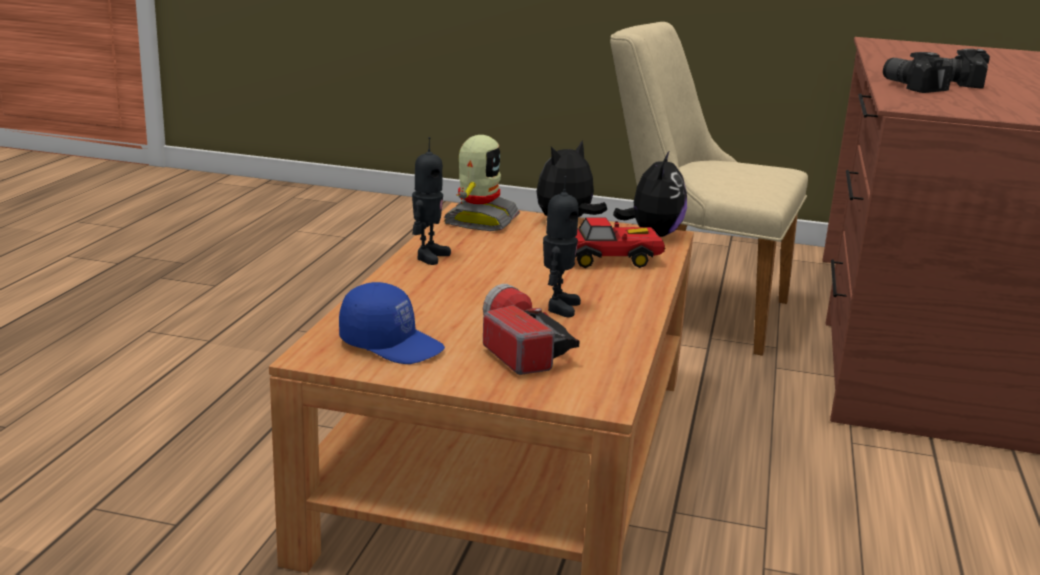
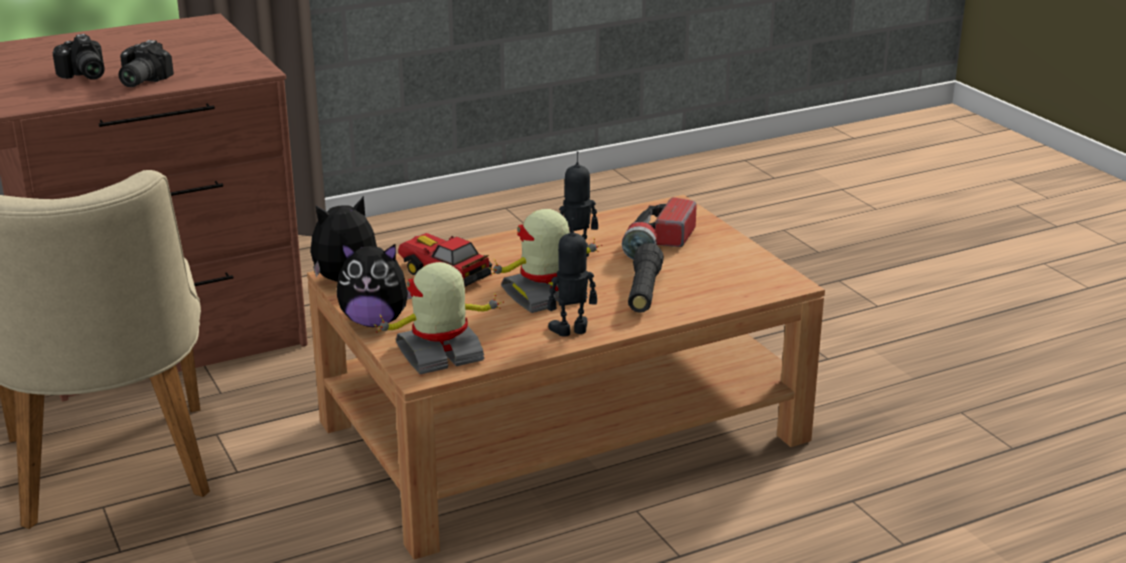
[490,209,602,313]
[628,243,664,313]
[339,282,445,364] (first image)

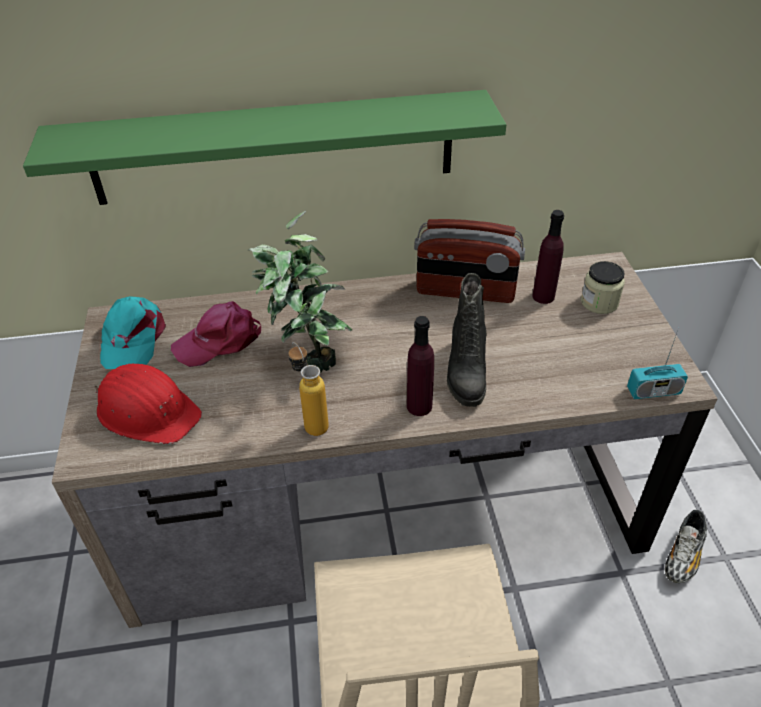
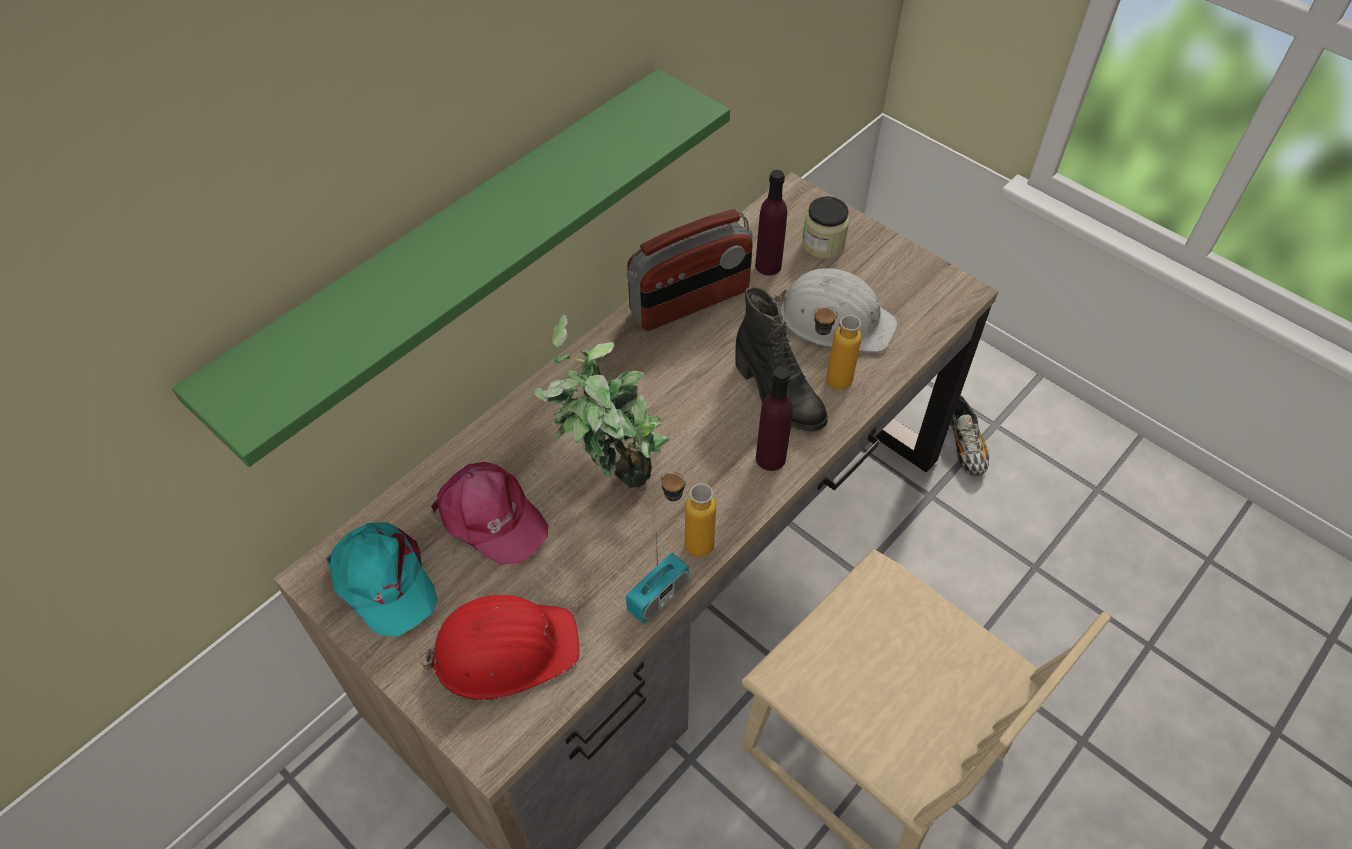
[431,462,548,565]
[626,530,689,624]
[775,268,898,353]
[813,306,862,390]

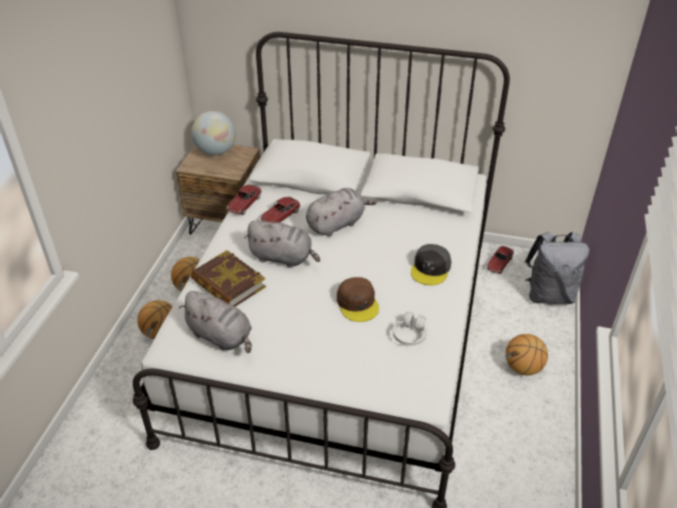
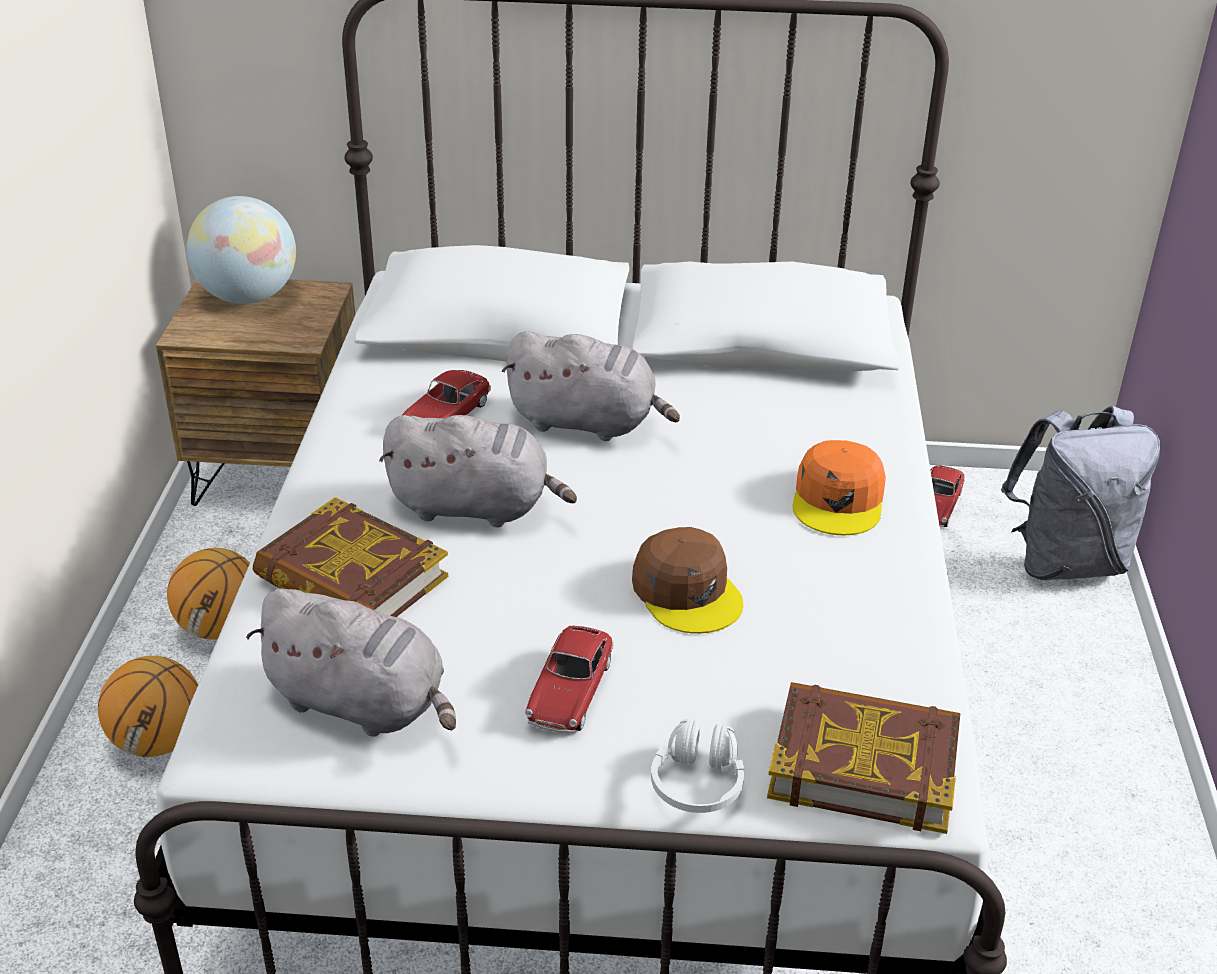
[502,331,680,441]
[525,626,614,733]
[651,719,744,813]
[767,682,960,834]
[793,440,886,535]
[505,334,548,376] (first image)

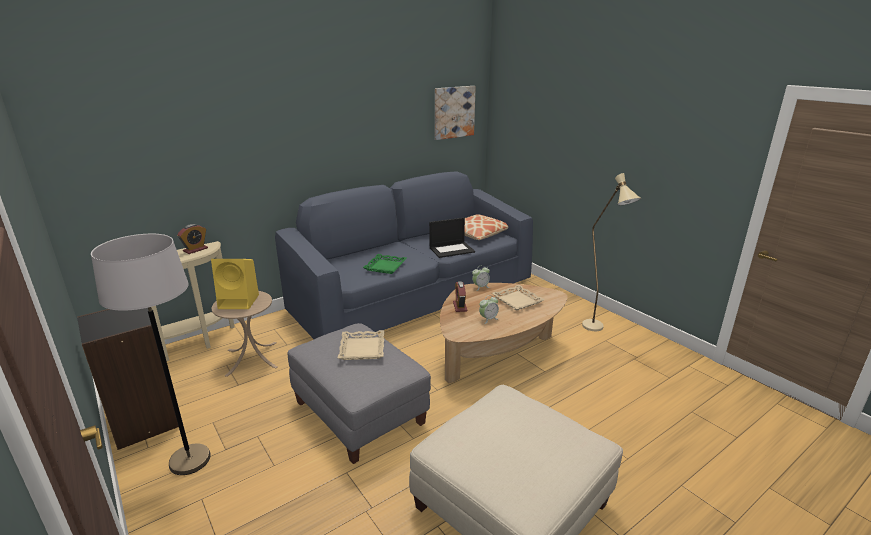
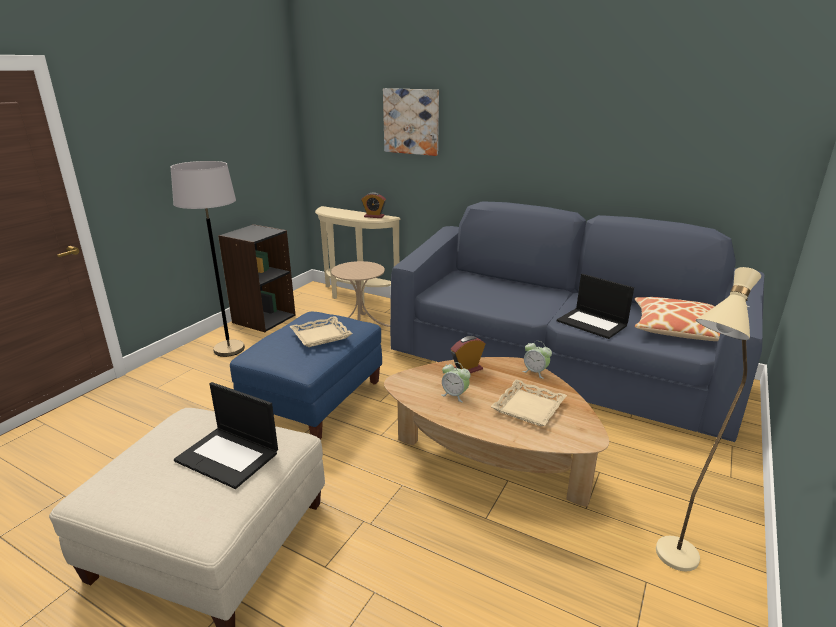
[174,382,278,489]
[230,312,382,439]
[383,88,439,156]
[211,259,259,309] (first image)
[363,254,407,274] (first image)

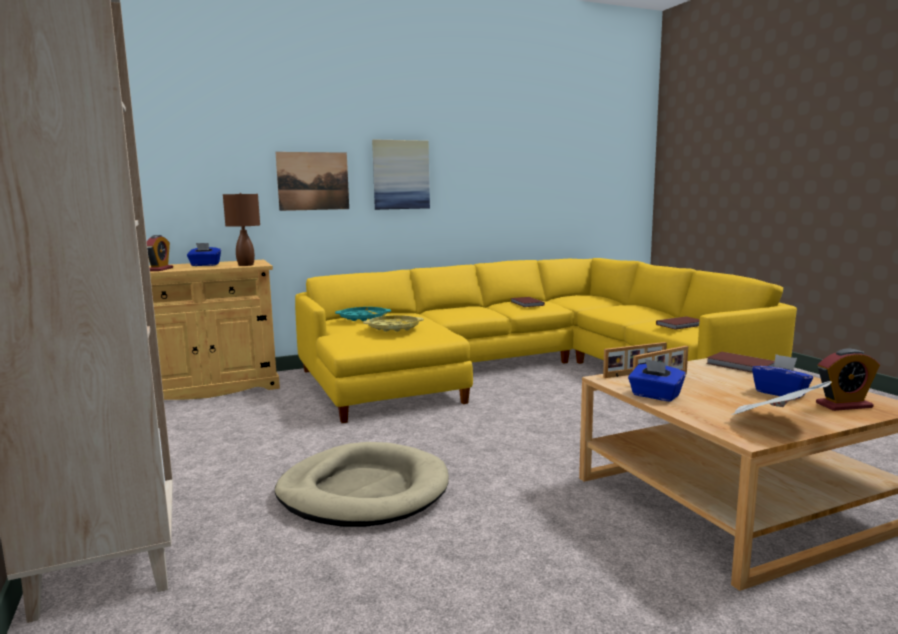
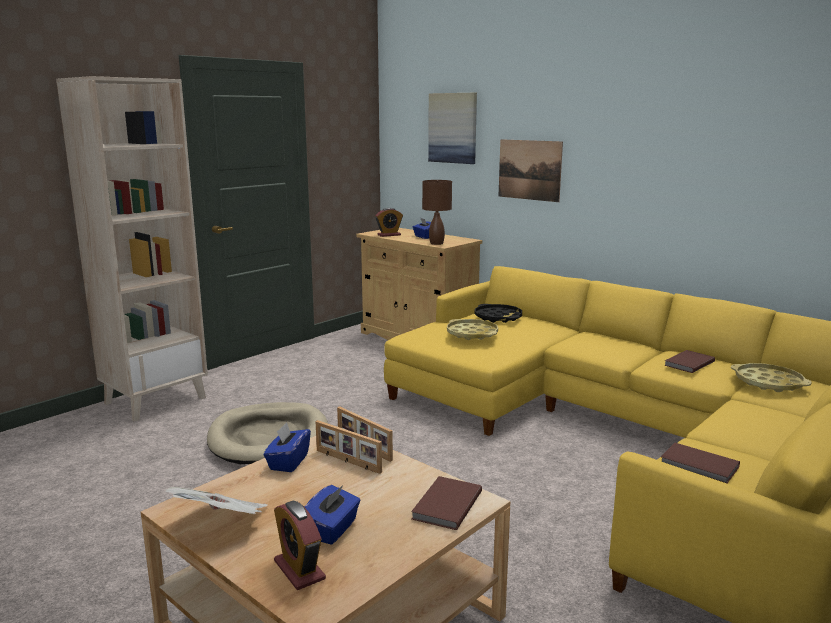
[428,93,477,164]
[474,304,522,323]
[731,363,812,392]

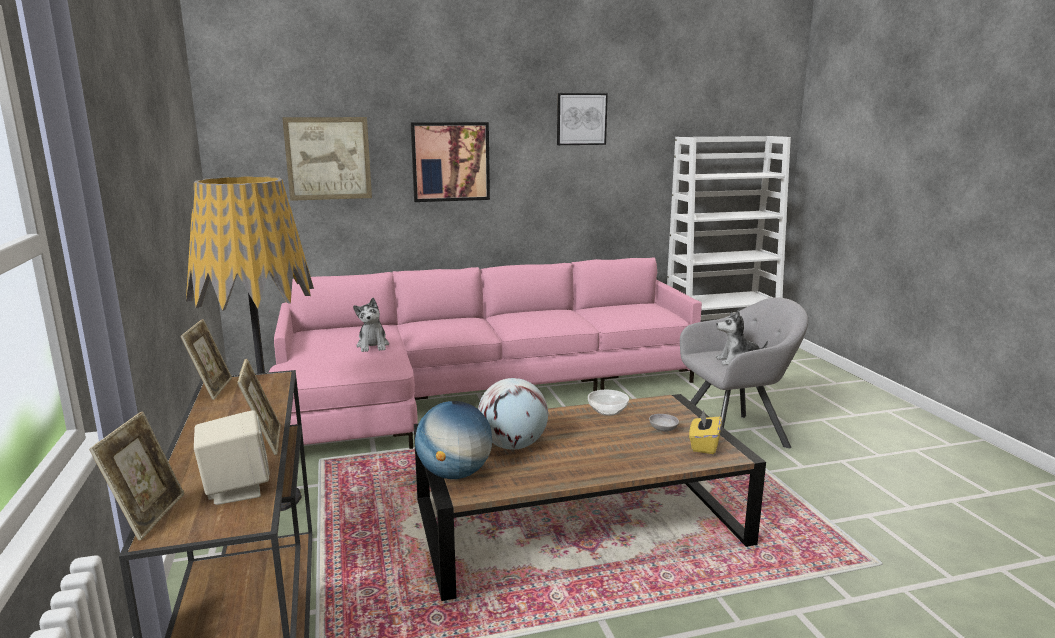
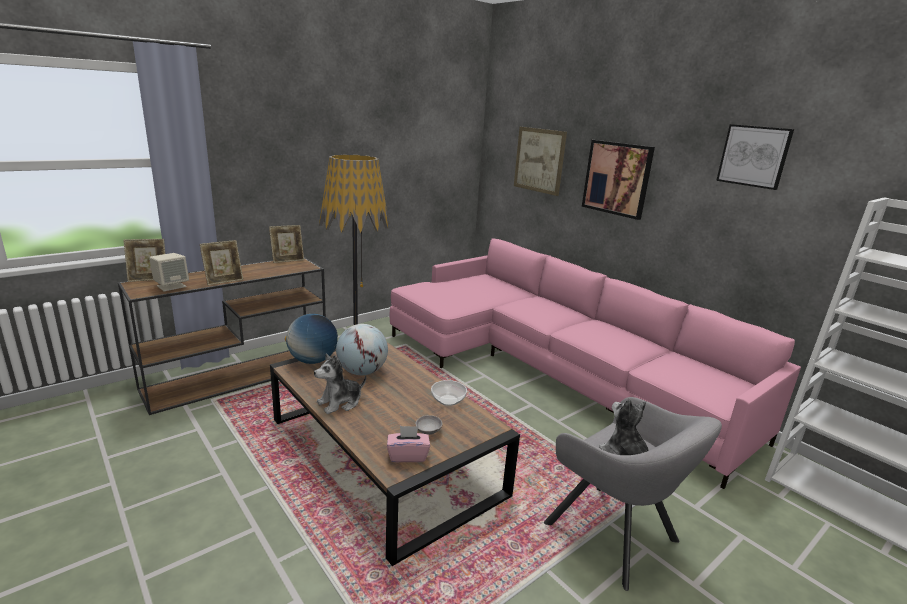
[314,354,366,414]
[387,426,430,462]

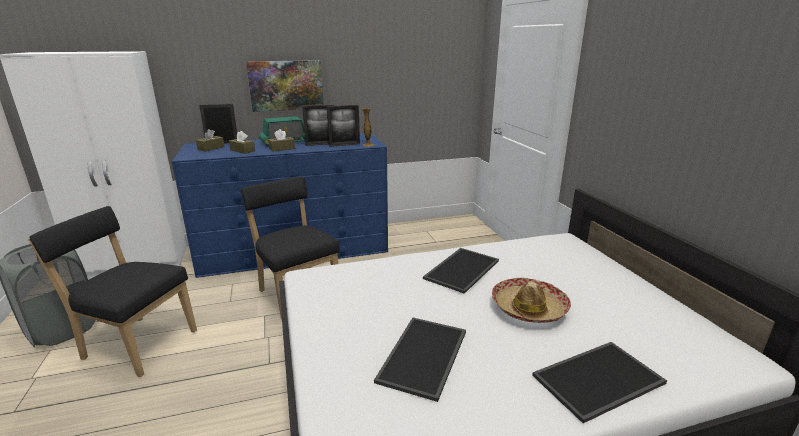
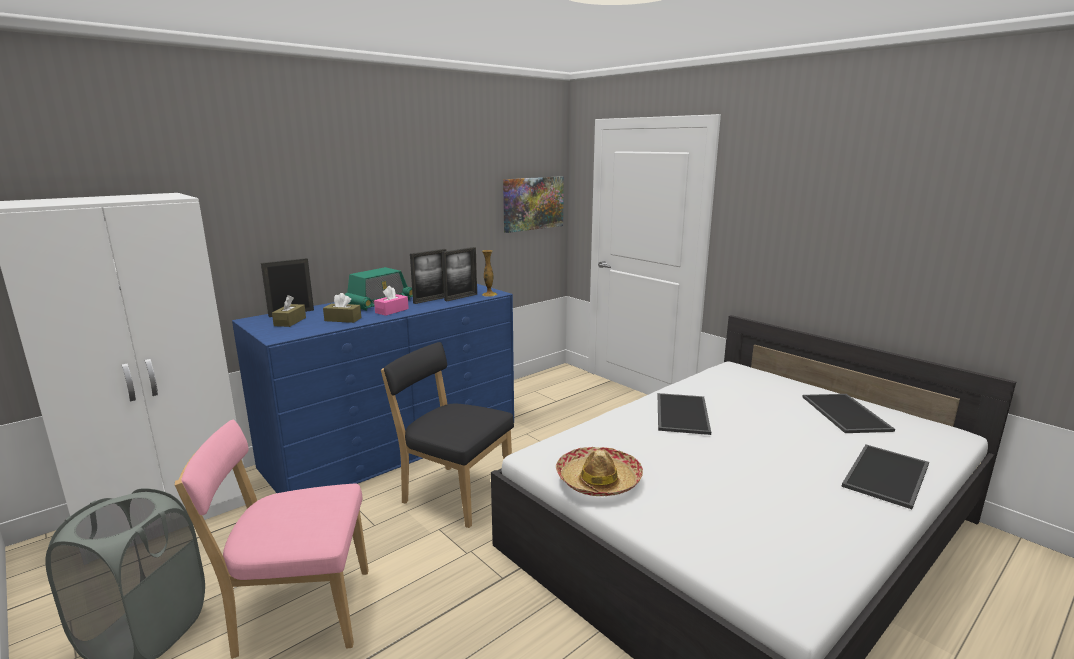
[175,420,369,659]
[374,286,409,316]
[503,176,564,233]
[556,447,643,496]
[803,394,895,433]

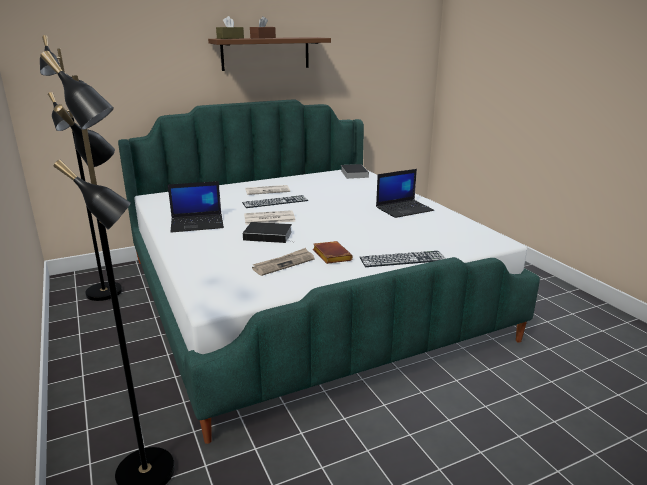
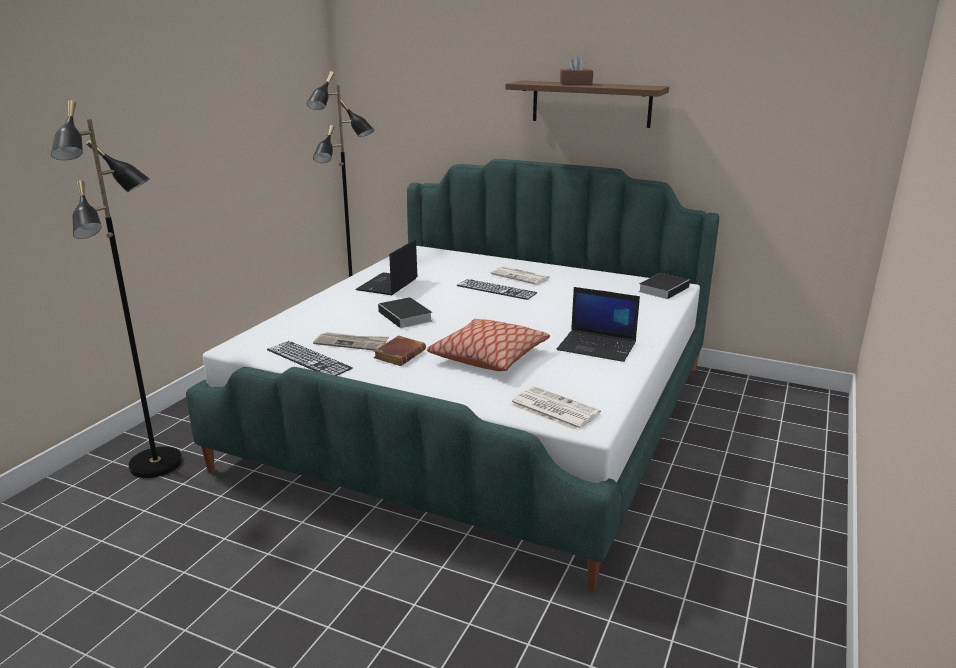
[267,341,353,376]
[355,239,418,295]
[427,319,550,371]
[510,386,601,431]
[216,16,244,39] (first image)

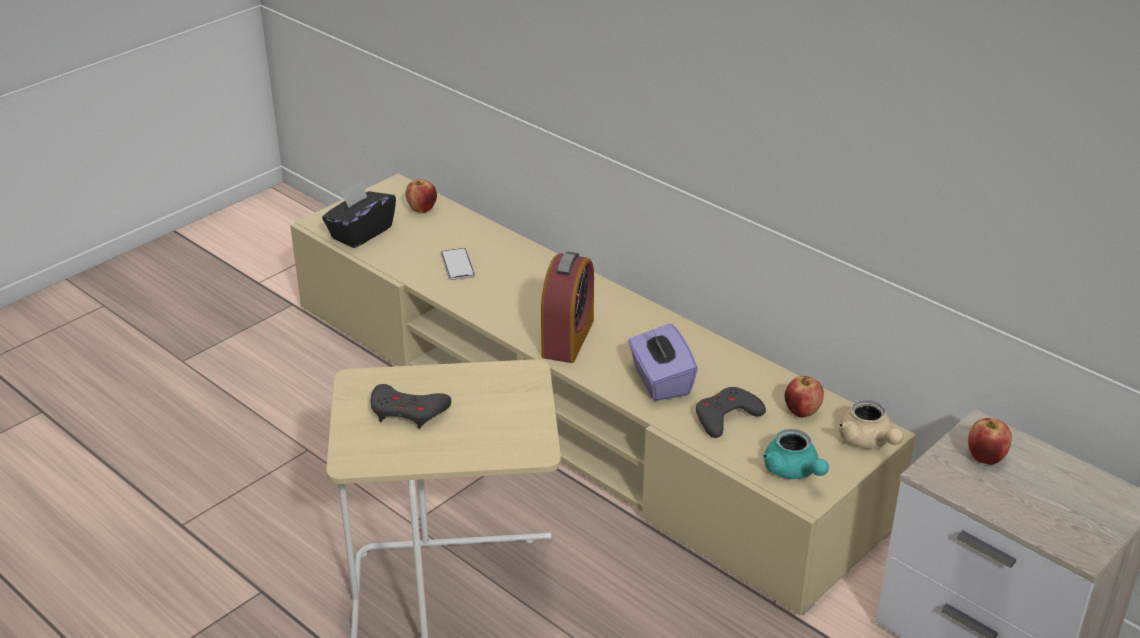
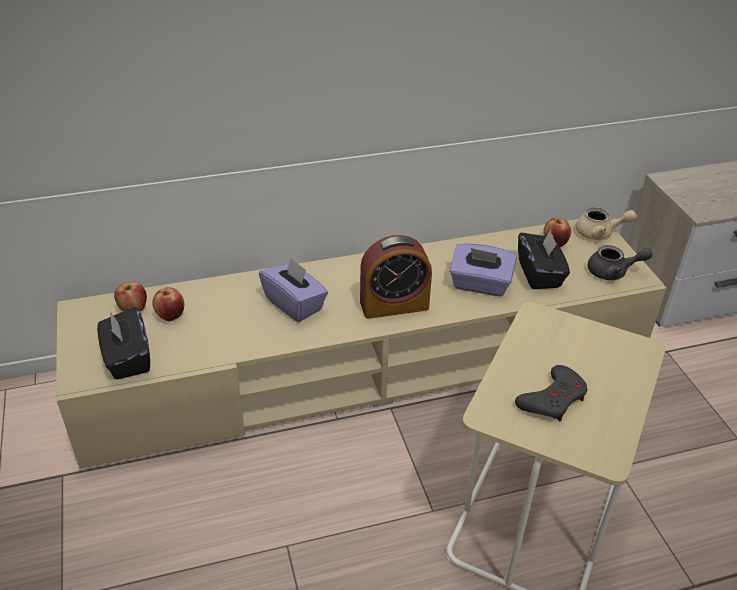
[152,287,184,321]
[259,257,328,322]
[360,235,432,319]
[518,229,570,289]
[588,245,653,280]
[441,248,475,280] (first image)

